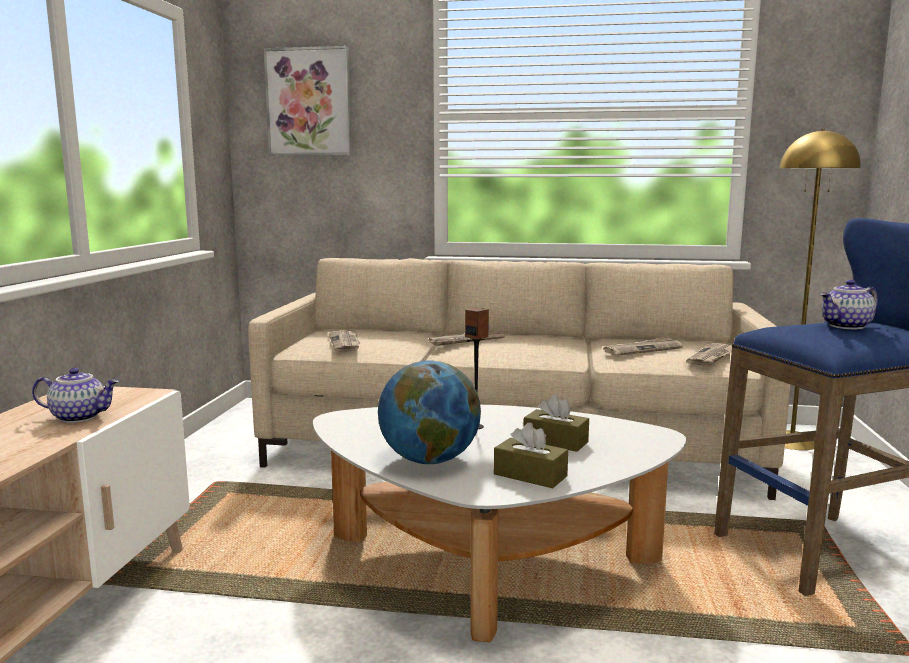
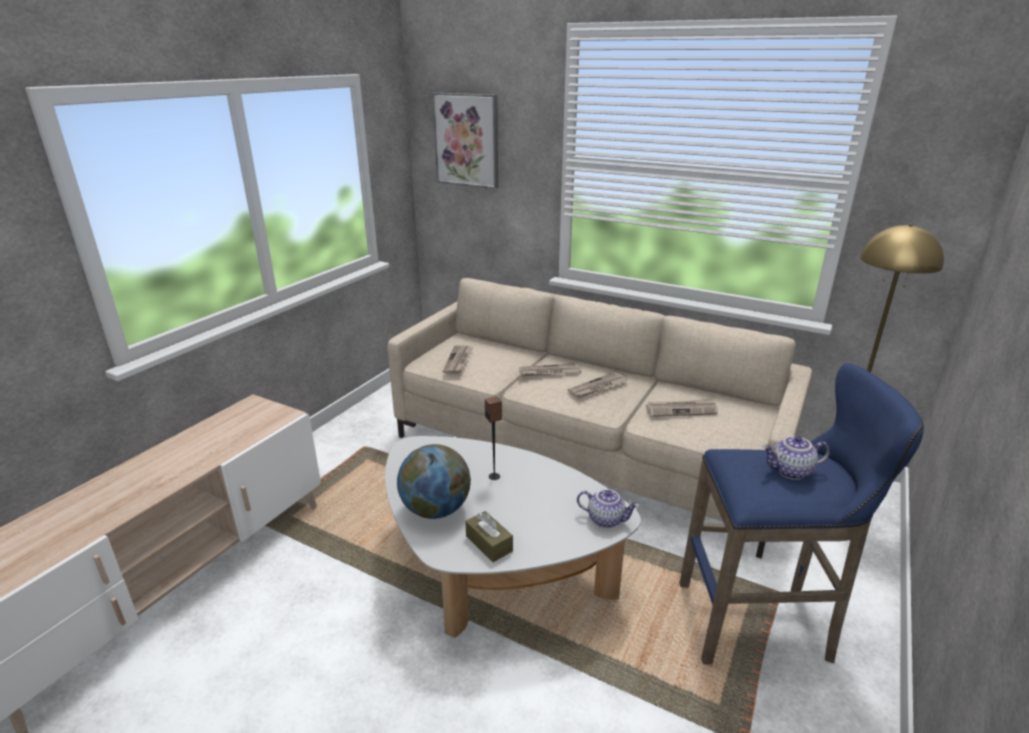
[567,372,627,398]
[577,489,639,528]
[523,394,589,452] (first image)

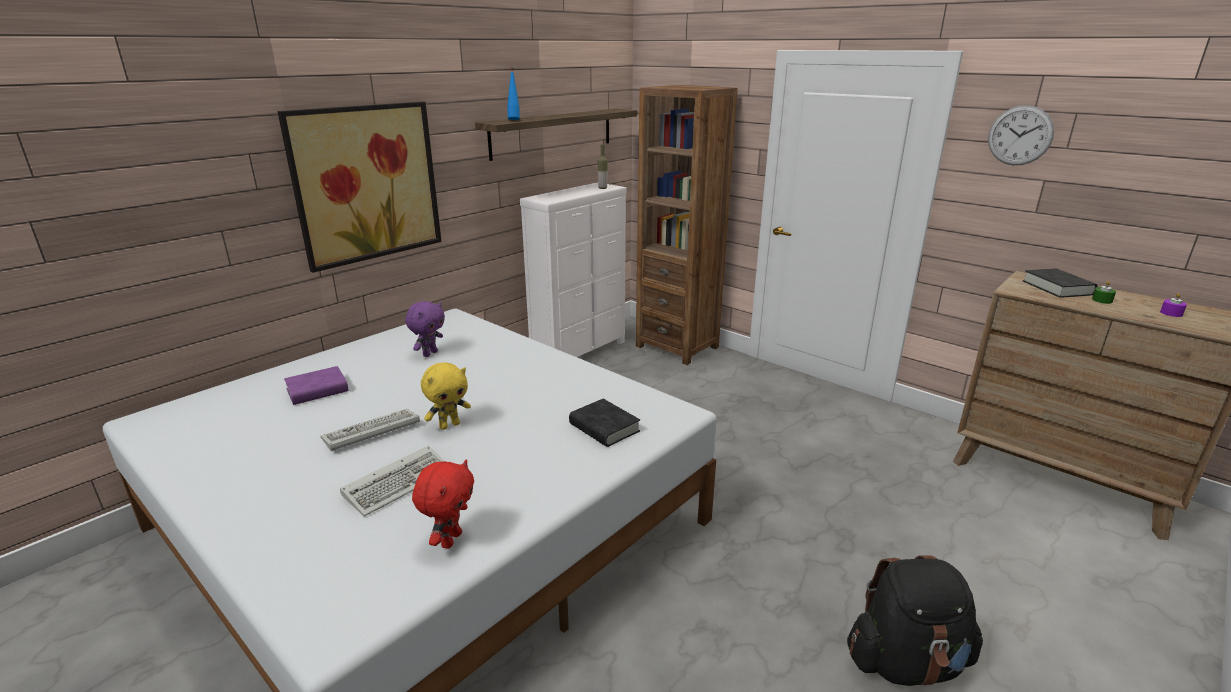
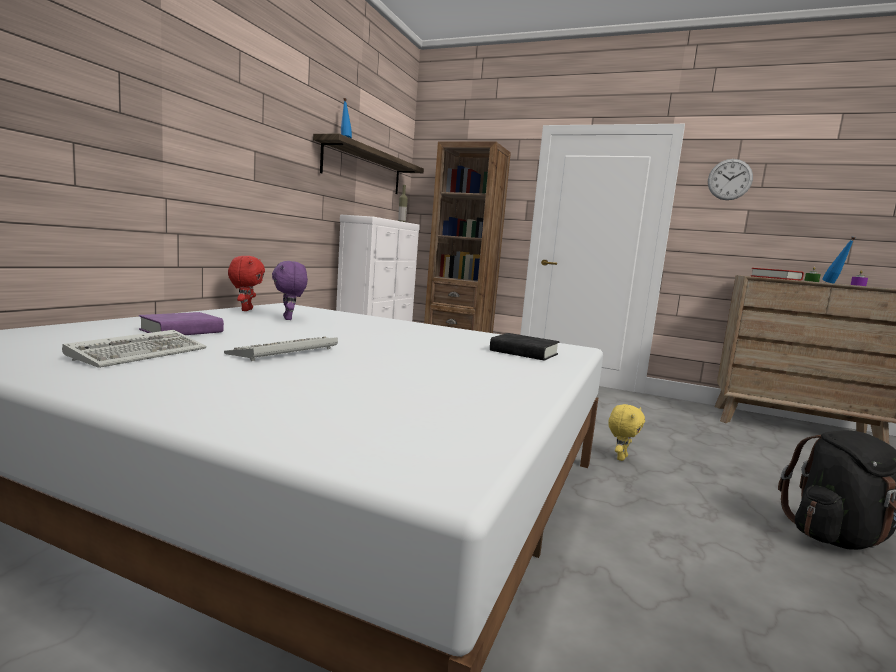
[62,330,206,368]
[228,256,265,311]
[272,261,308,320]
[608,404,645,461]
[751,268,804,281]
[822,237,855,283]
[277,102,441,273] (first image)

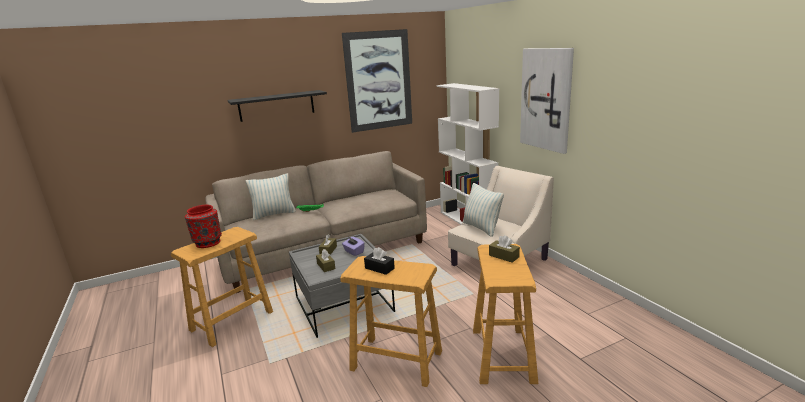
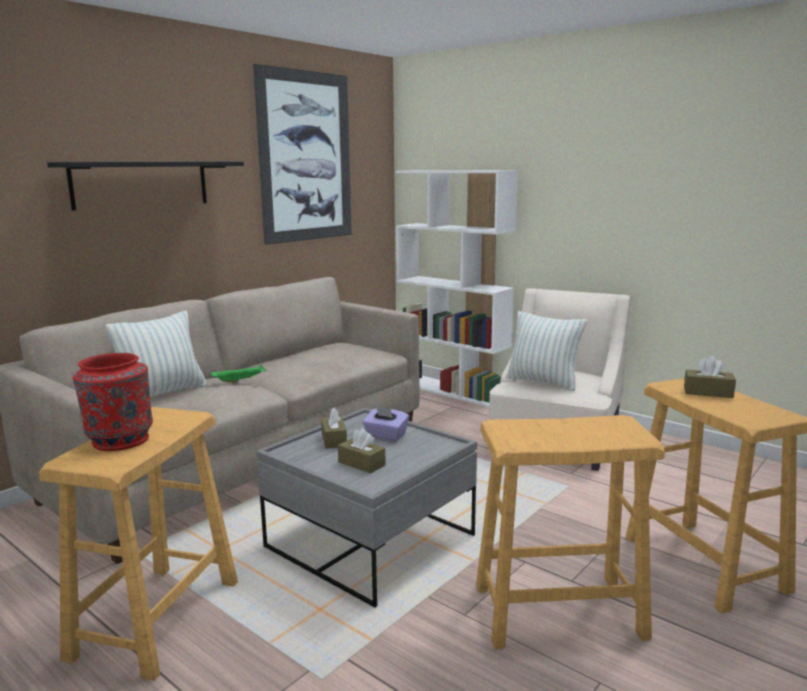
[364,247,395,275] (first image)
[520,48,574,154] (first image)

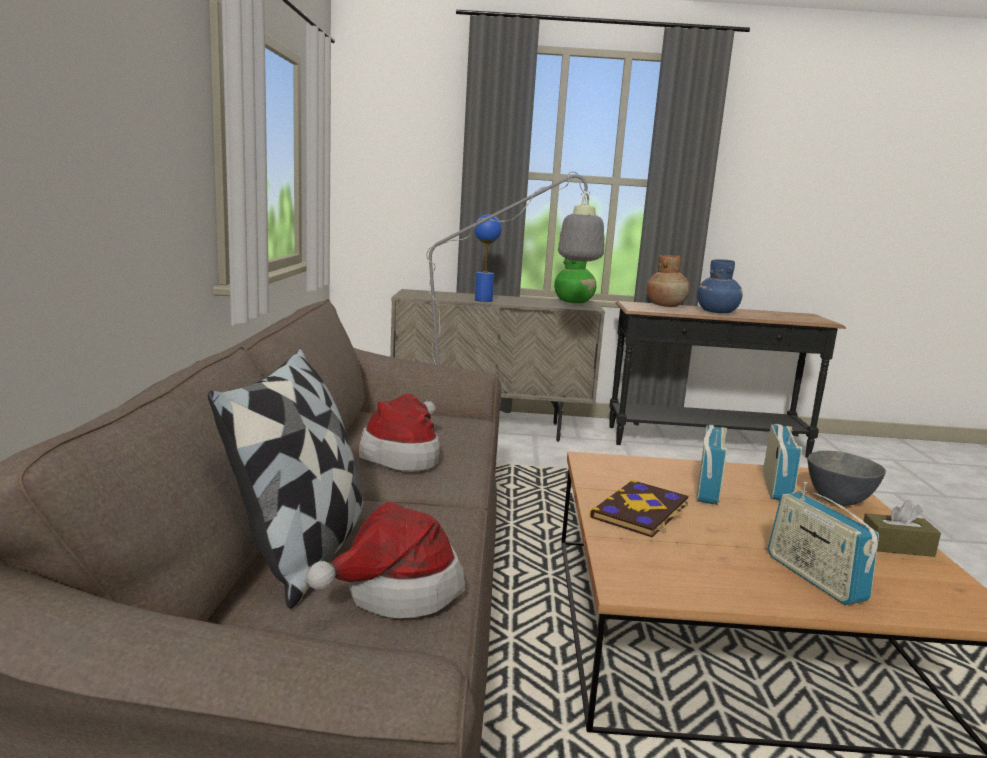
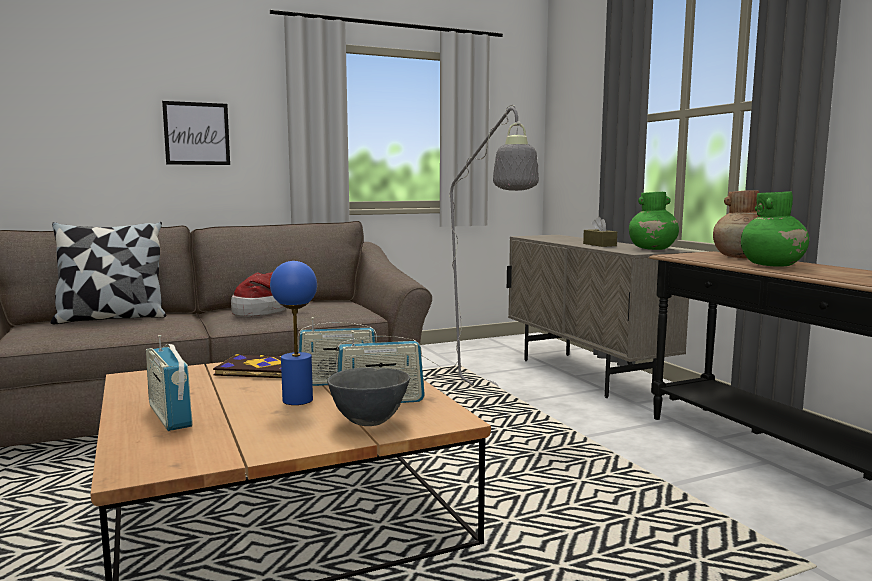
[146,335,193,431]
[162,101,230,165]
[270,261,317,405]
[583,217,617,247]
[741,191,809,267]
[306,502,465,619] (first image)

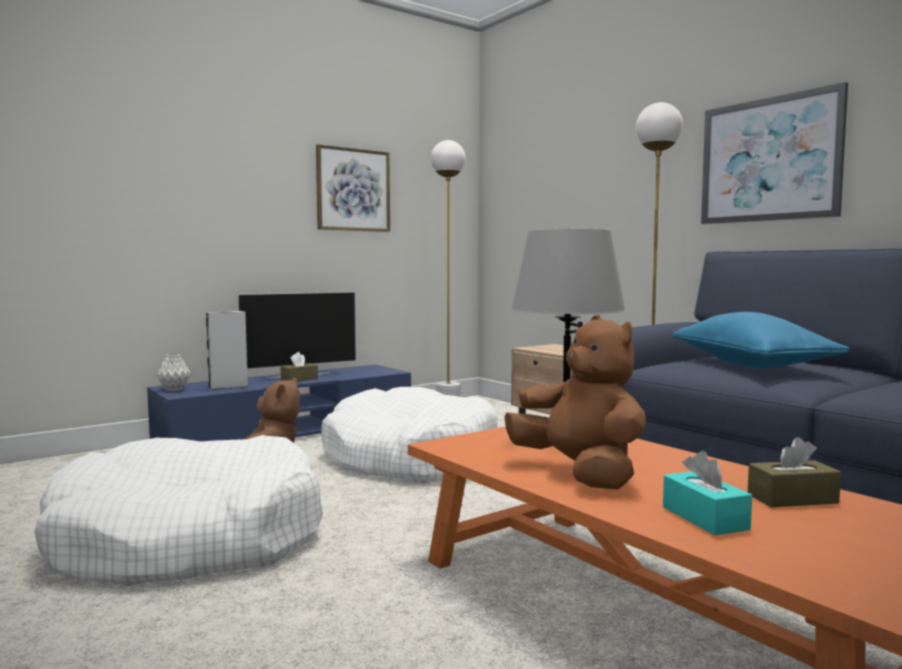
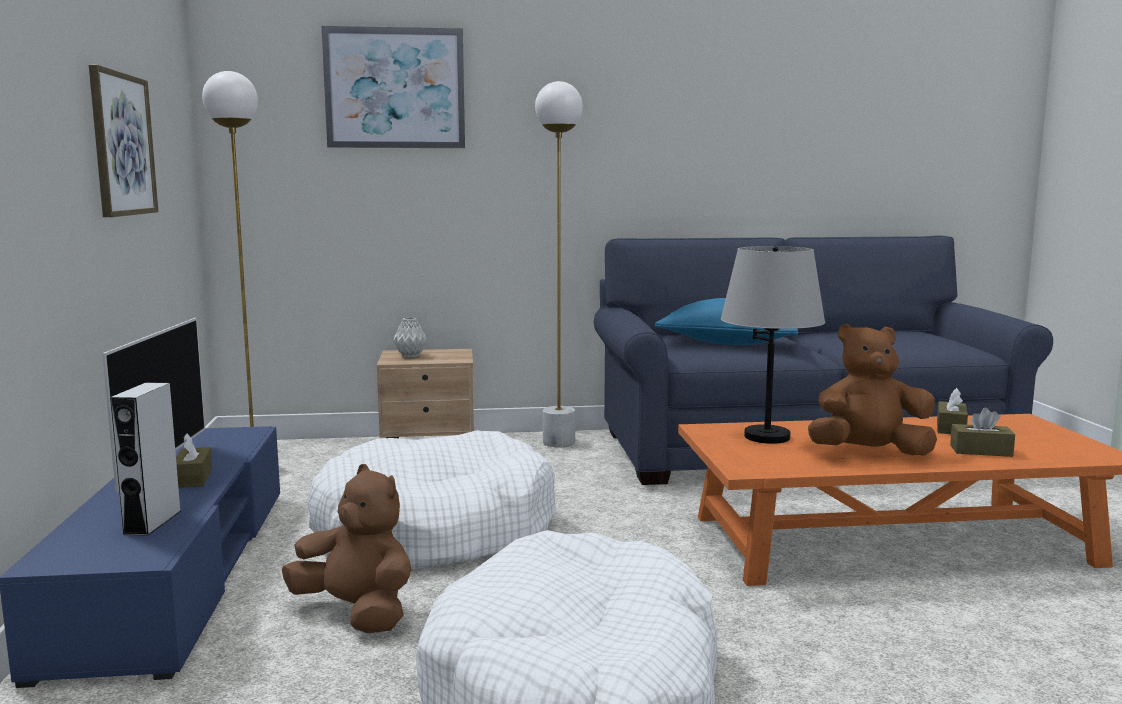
[322,26,465,148]
[393,318,427,358]
[950,407,1015,457]

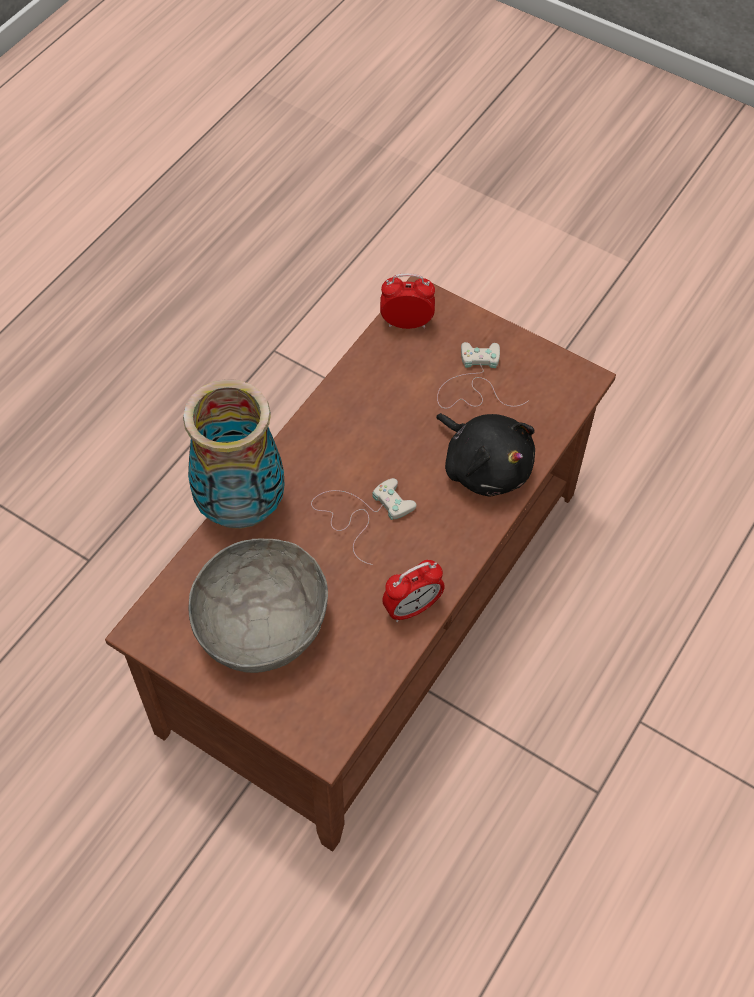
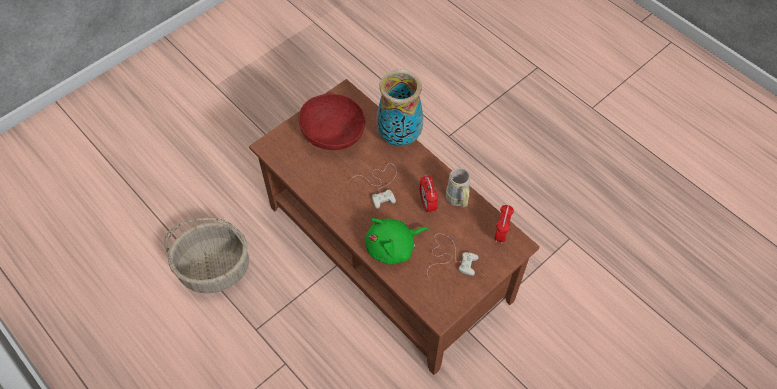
[164,218,249,294]
[298,94,365,150]
[365,218,429,264]
[419,175,438,214]
[446,168,470,207]

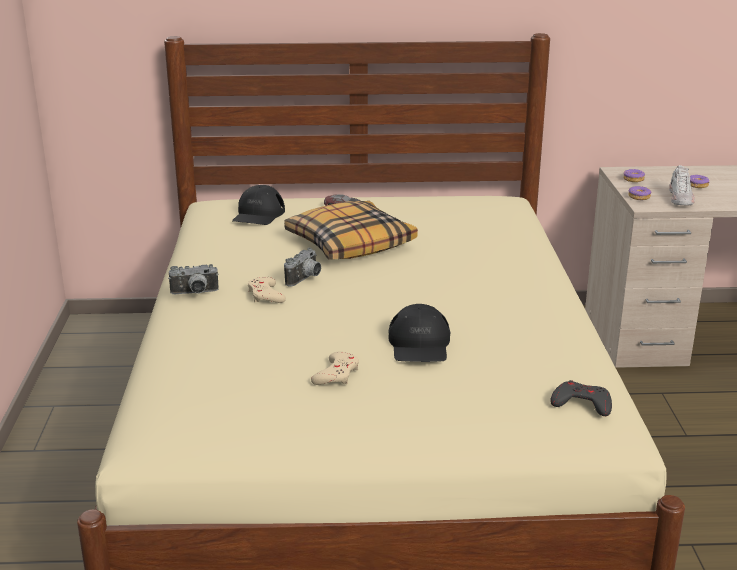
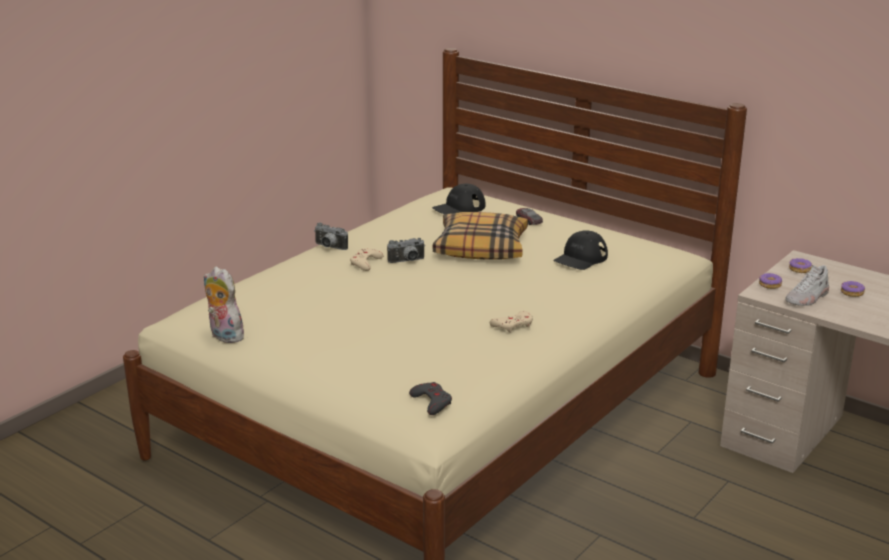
[204,267,245,343]
[490,311,533,333]
[553,230,608,270]

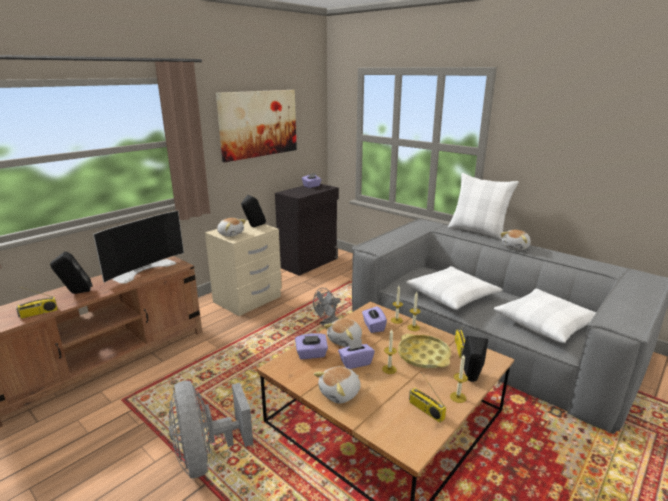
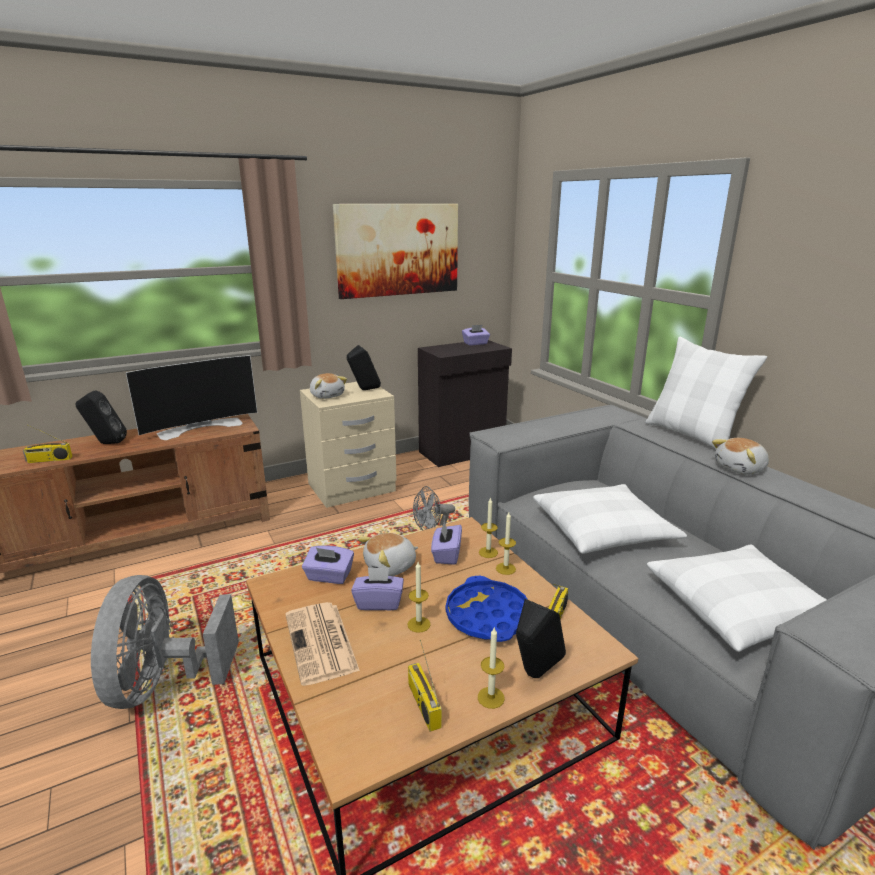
[285,602,360,686]
[446,576,528,642]

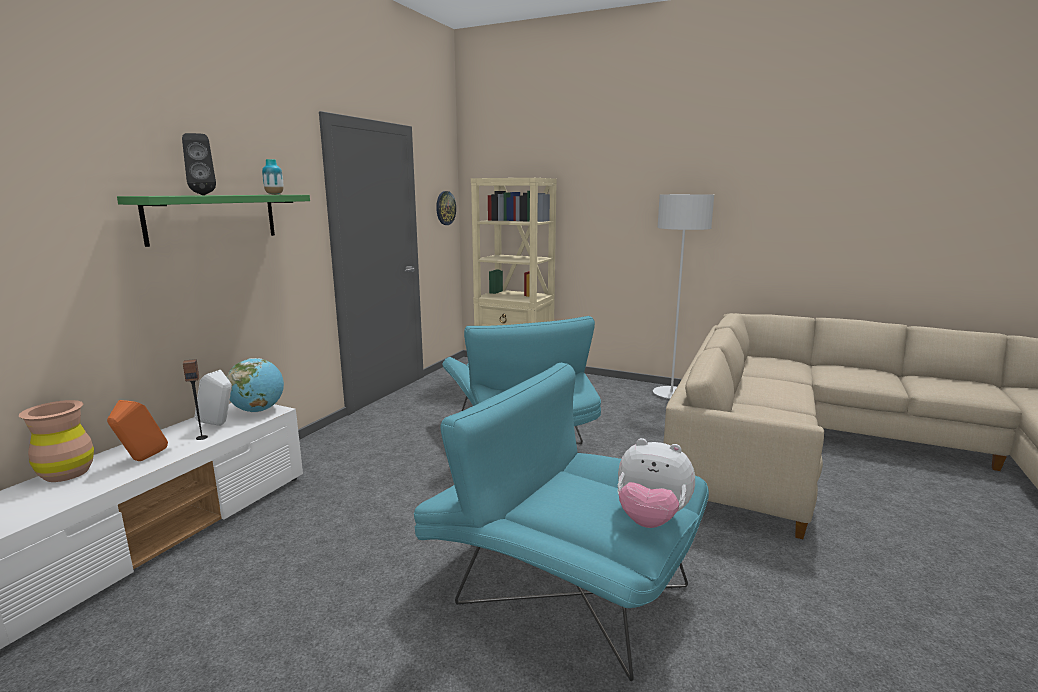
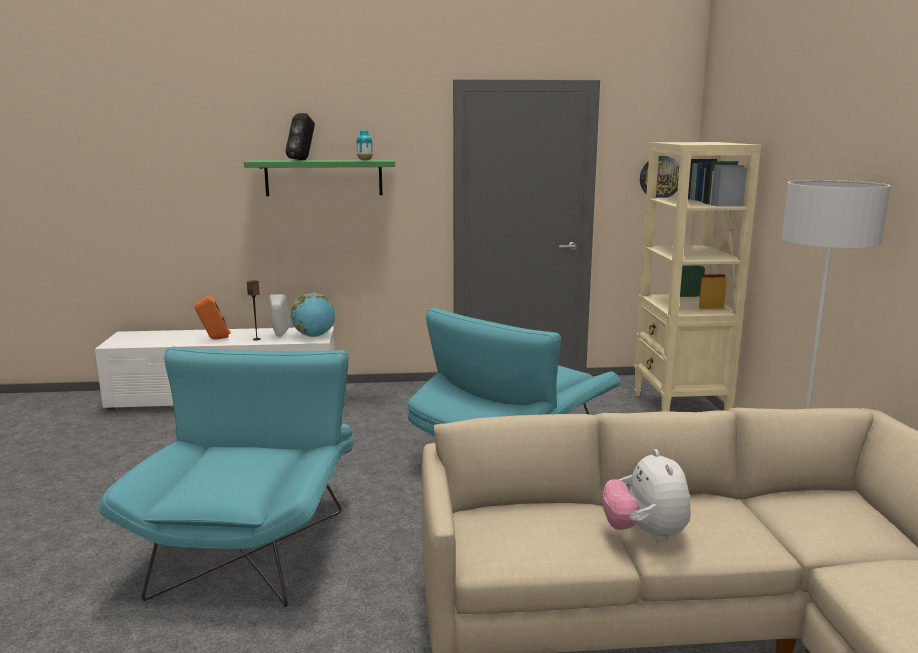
[601,449,691,542]
[19,400,94,482] (first image)

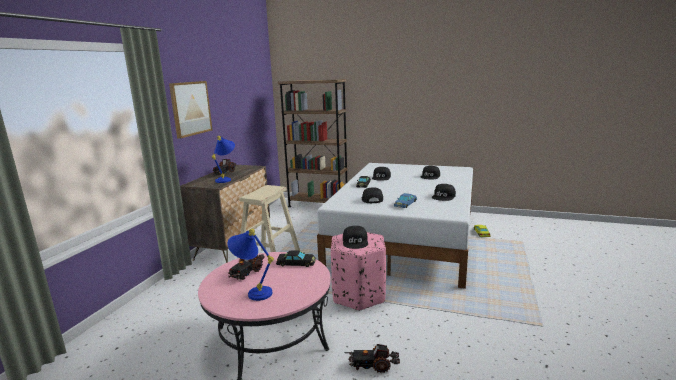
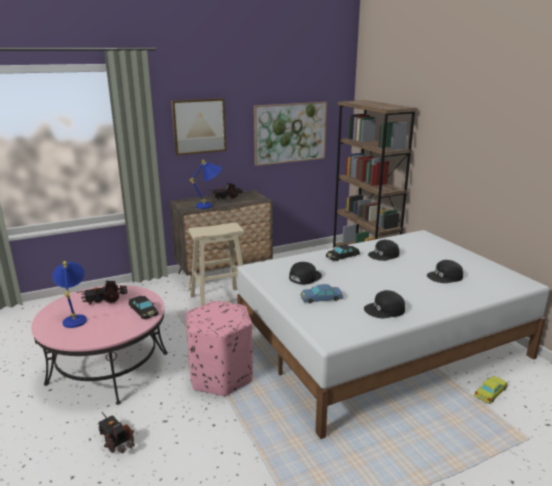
[254,102,327,166]
[343,226,368,249] (first image)

